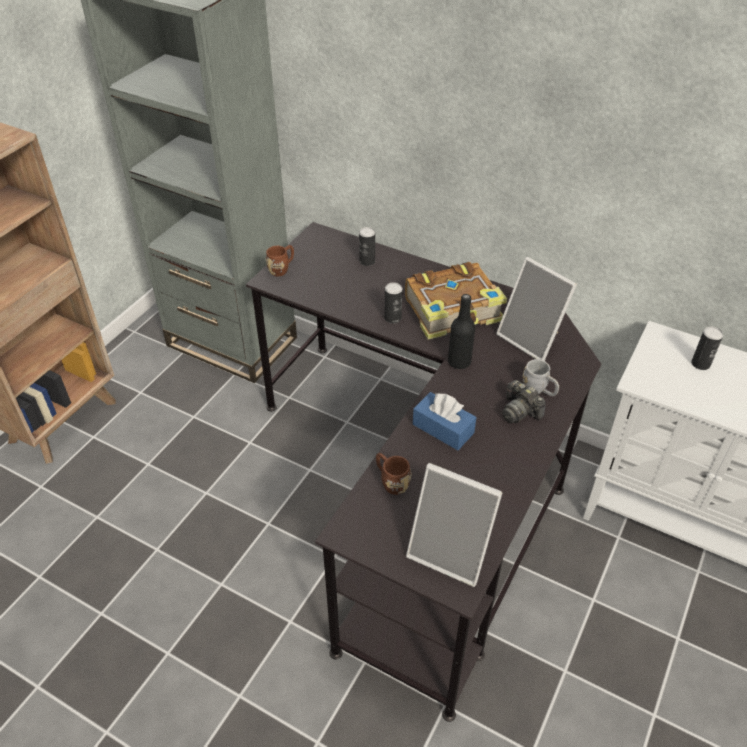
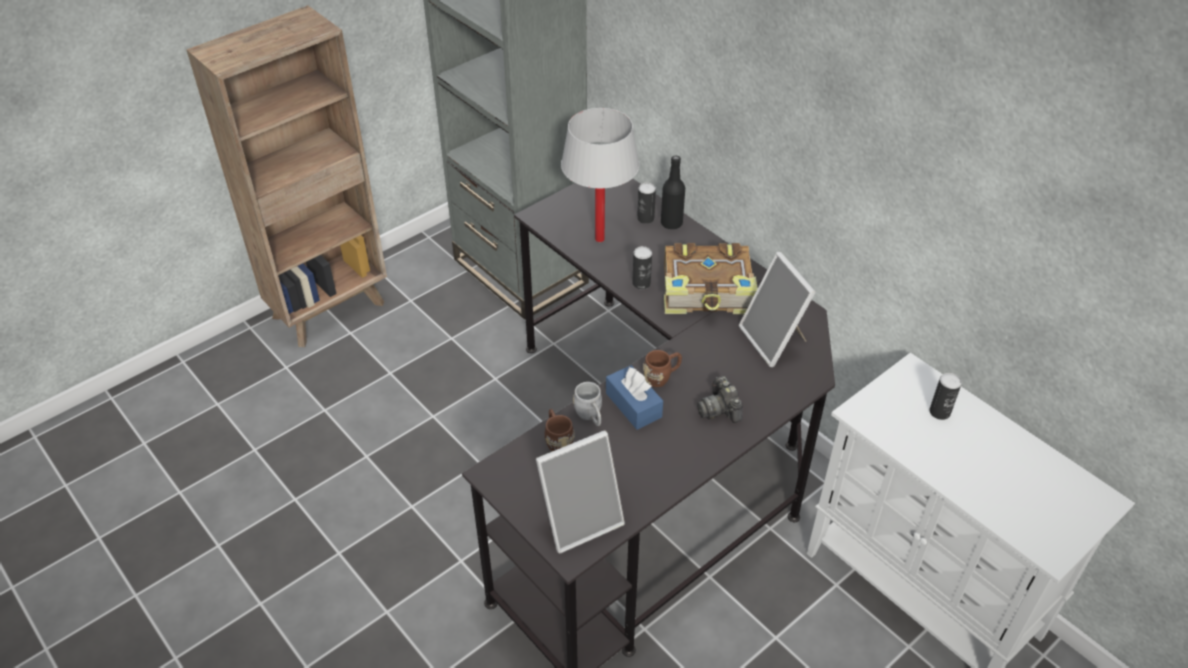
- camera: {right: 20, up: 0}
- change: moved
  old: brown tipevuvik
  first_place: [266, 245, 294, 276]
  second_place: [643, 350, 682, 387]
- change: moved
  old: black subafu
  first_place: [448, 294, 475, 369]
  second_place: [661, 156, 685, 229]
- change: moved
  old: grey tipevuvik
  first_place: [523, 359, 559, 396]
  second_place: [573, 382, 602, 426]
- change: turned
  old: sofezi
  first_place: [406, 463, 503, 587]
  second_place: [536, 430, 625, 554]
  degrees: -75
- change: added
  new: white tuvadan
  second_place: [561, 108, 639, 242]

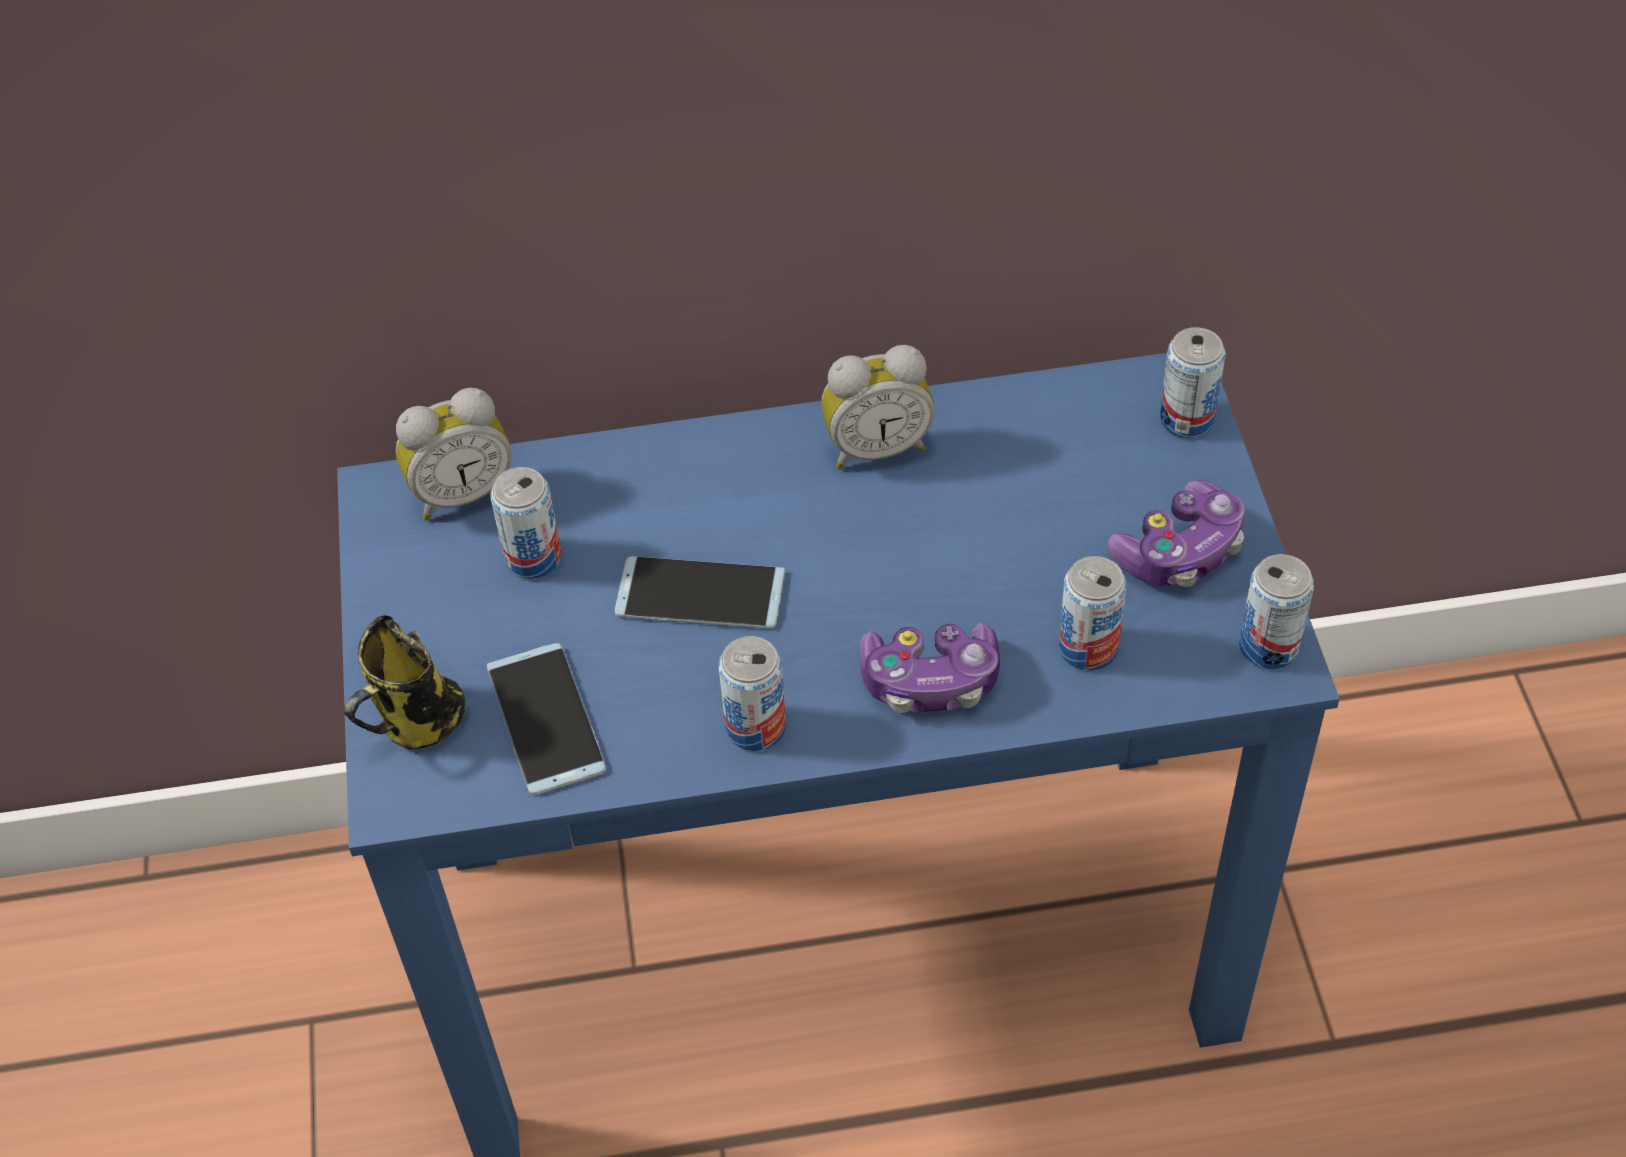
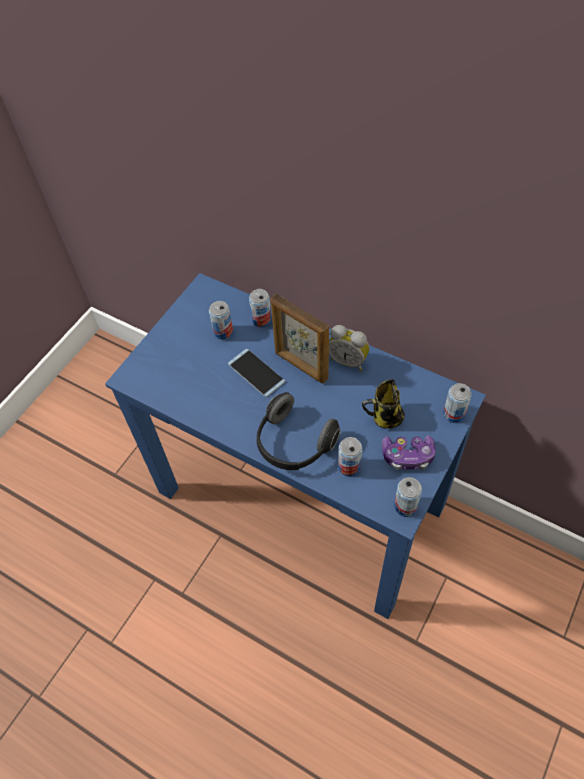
- camera: {right: 40, up: 5}
- change: removed
  old: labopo
  first_place: [396, 388, 512, 520]
- change: moved
  old: tipevuvik
  first_place: [344, 615, 465, 750]
  second_place: [362, 379, 405, 429]
- change: replaced
  old: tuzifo
  new: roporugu
  first_place: [859, 623, 1000, 713]
  second_place: [256, 392, 340, 470]
- change: moved
  old: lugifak
  first_place: [718, 636, 786, 751]
  second_place: [249, 289, 272, 328]
- change: removed
  old: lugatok
  first_place: [487, 643, 606, 795]
- change: added
  new: sofezi
  second_place: [271, 294, 329, 384]

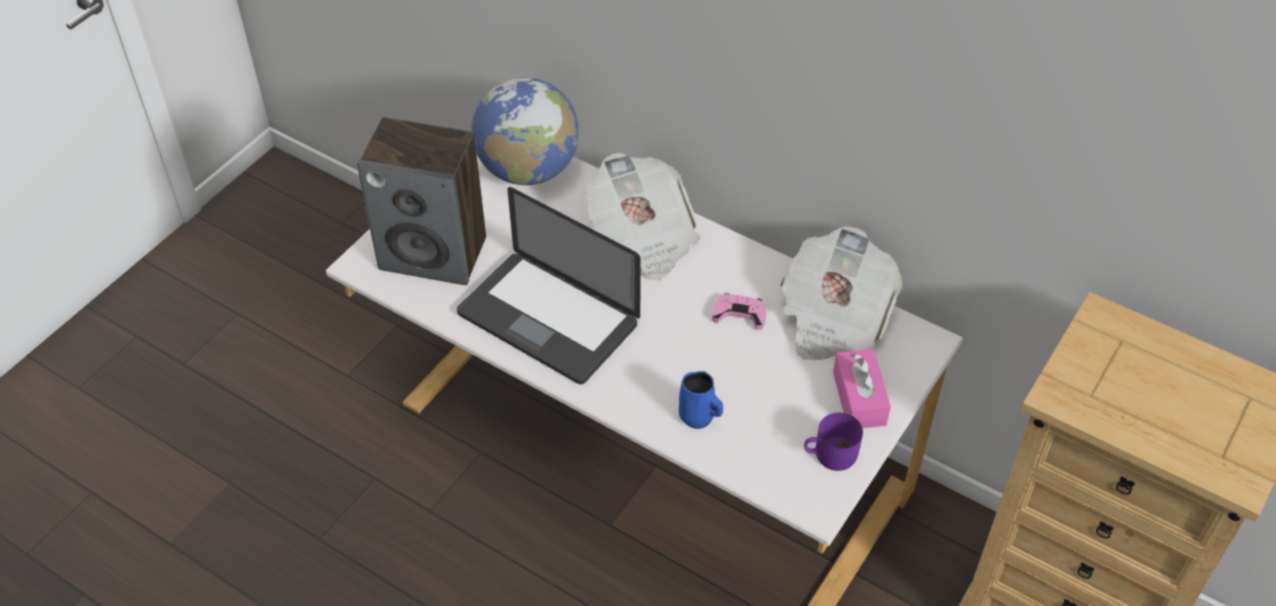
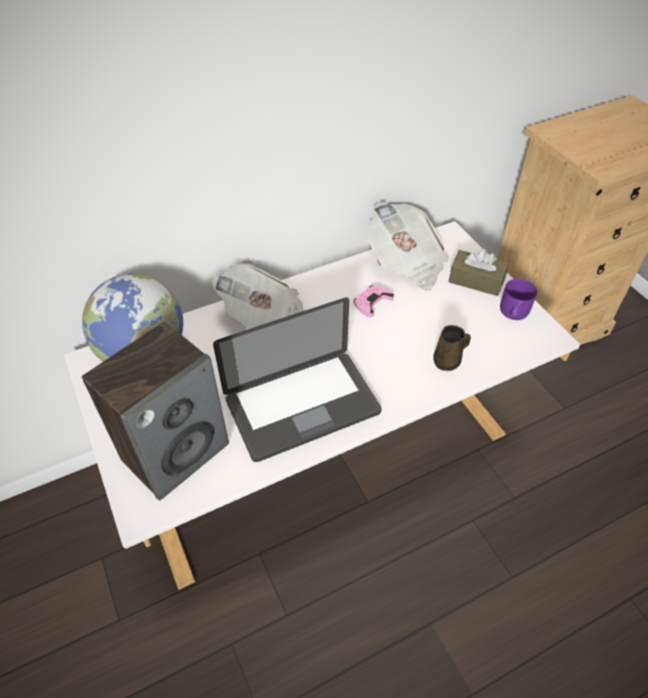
- camera: {right: -60, up: 0}
- change: recoloured
  old: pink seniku
  new: brown seniku
  first_place: [833, 349, 891, 428]
  second_place: [449, 249, 509, 296]
- change: recoloured
  old: blue tipevuvik
  new: brown tipevuvik
  first_place: [679, 371, 723, 429]
  second_place: [433, 325, 471, 371]

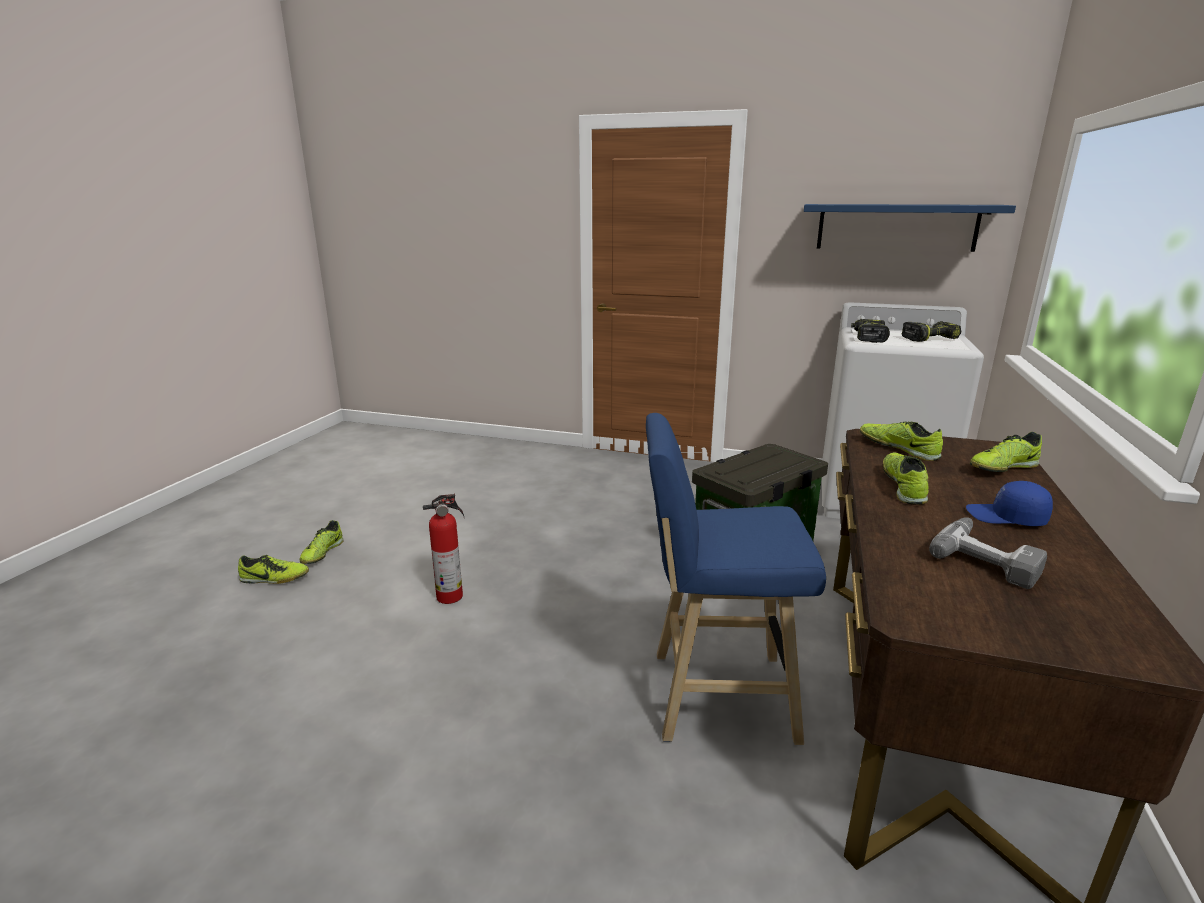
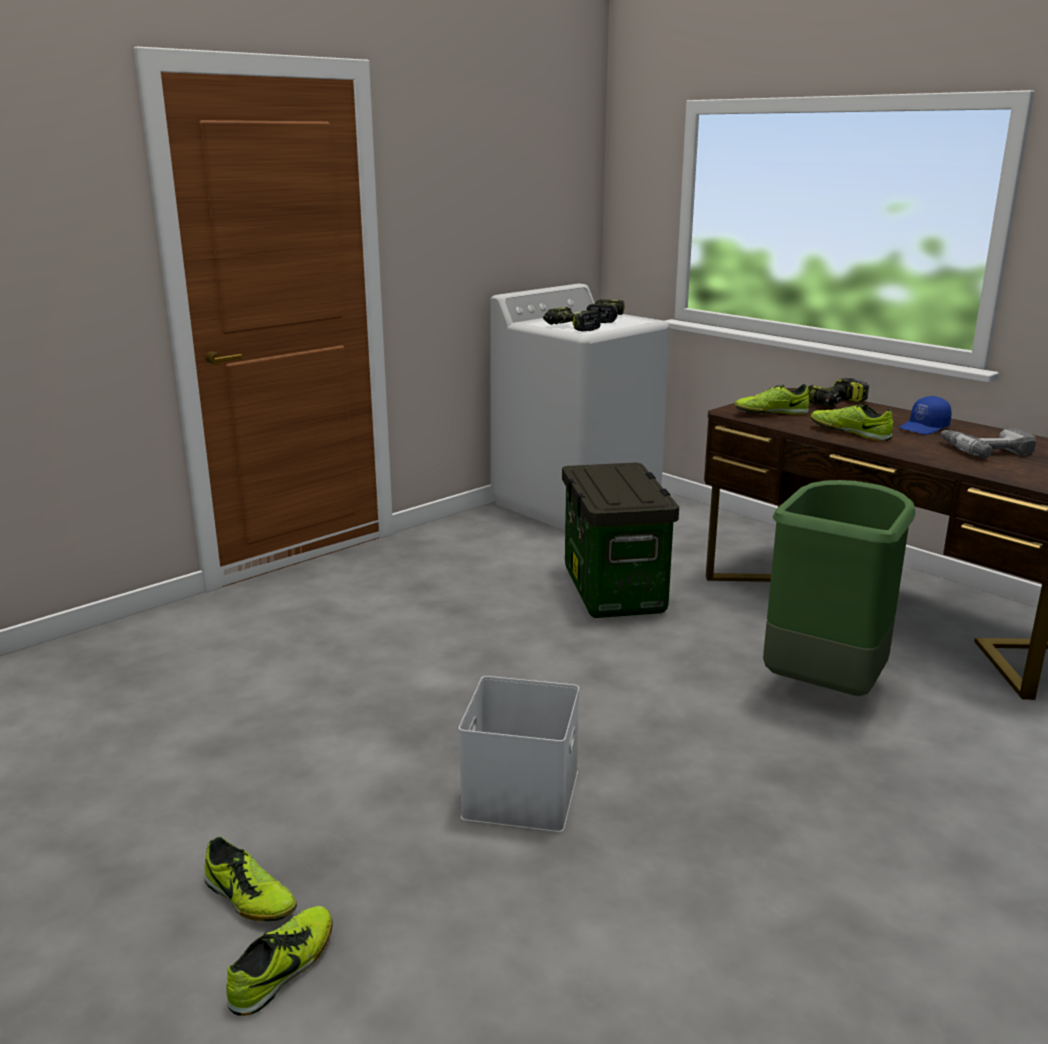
- camera: {right: -60, up: 0}
- change: removed
  old: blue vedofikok
  first_place: [804, 204, 1016, 252]
- change: replaced
  old: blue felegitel
  new: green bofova
  first_place: [646, 413, 826, 745]
  second_place: [763, 480, 915, 696]
- change: replaced
  old: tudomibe
  new: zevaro
  first_place: [970, 432, 1042, 472]
  second_place: [808, 378, 869, 407]
- change: replaced
  old: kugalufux
  new: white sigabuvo
  first_place: [423, 494, 464, 604]
  second_place: [459, 676, 579, 833]

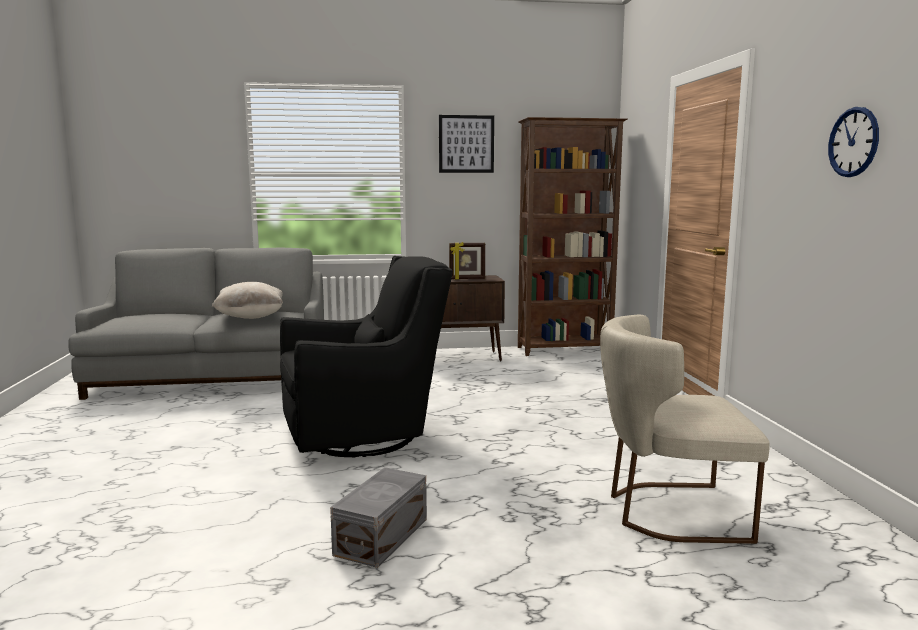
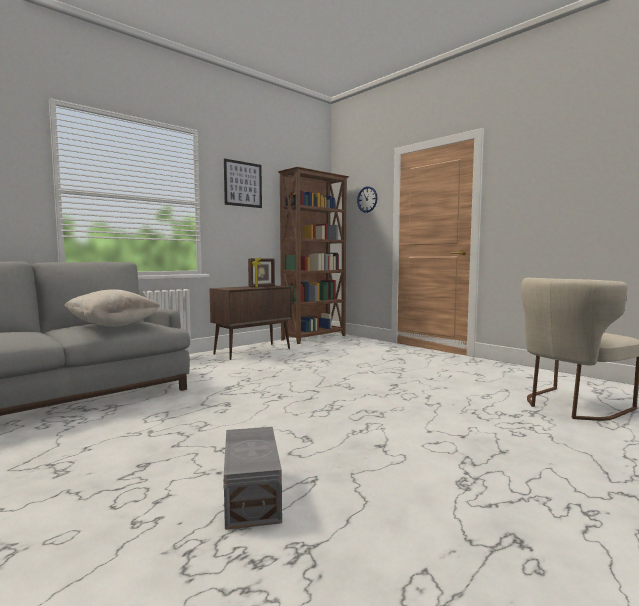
- camera: {right: -35, up: -5}
- change: moved
  old: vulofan
  first_place: [828, 107, 879, 177]
  second_place: [357, 186, 377, 213]
- change: removed
  old: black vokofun
  first_place: [280, 256, 453, 457]
- change: moved
  old: grey sigabuvo
  first_place: [330, 467, 427, 568]
  second_place: [223, 427, 282, 530]

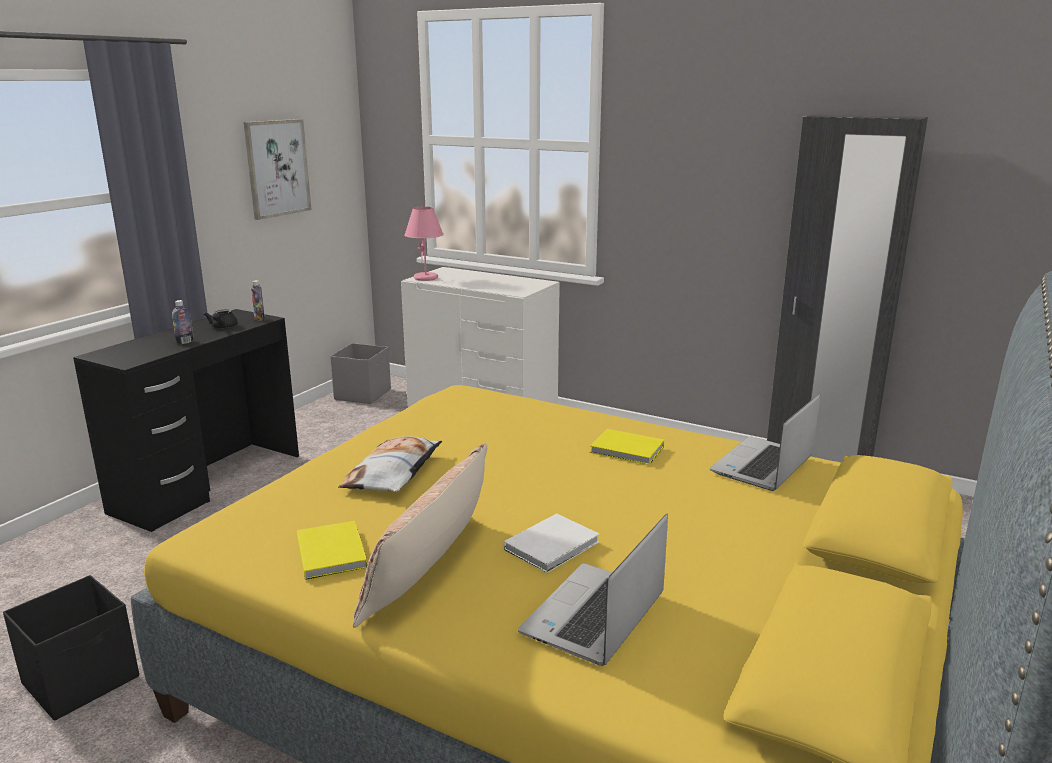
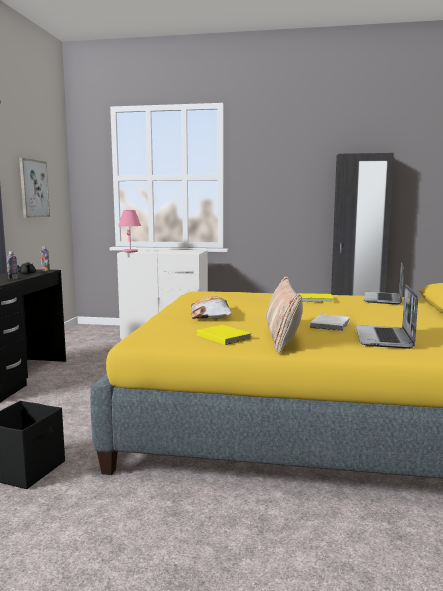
- camera: {right: -20, up: -10}
- change: removed
  old: grey sigabuvo
  first_place: [330, 343, 391, 404]

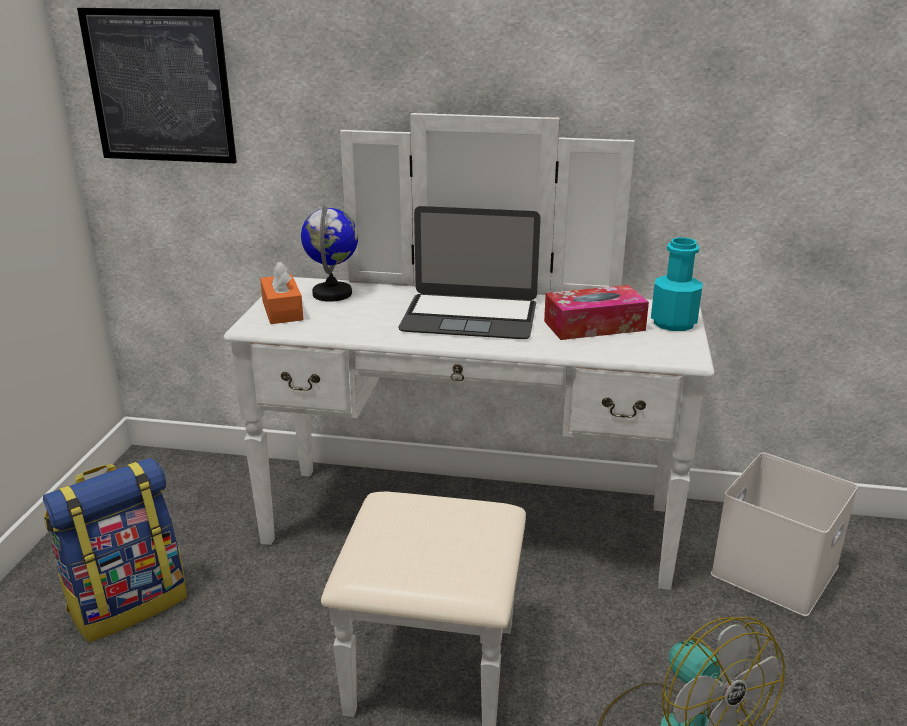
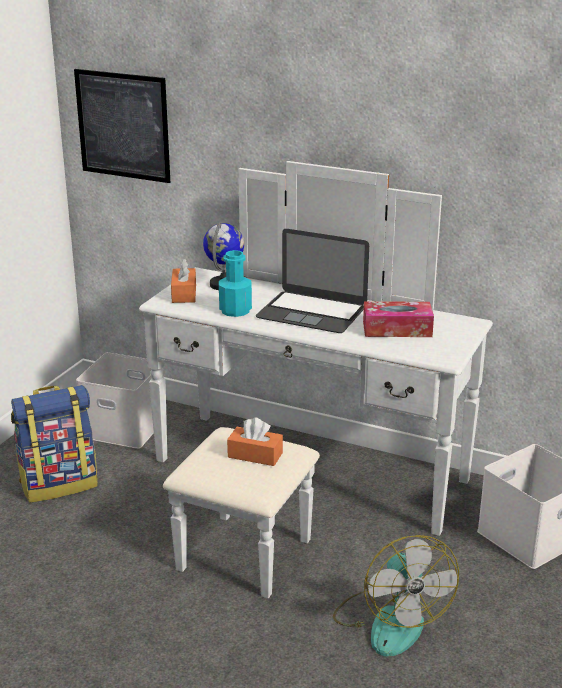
- camera: {right: 15, up: 0}
- change: moved
  old: turquoise subafu
  first_place: [651, 238, 703, 331]
  second_place: [219, 250, 252, 317]
- change: added
  new: white sigabuvo
  second_place: [76, 352, 164, 449]
- change: added
  new: orange seniku
  second_place: [227, 418, 283, 466]

